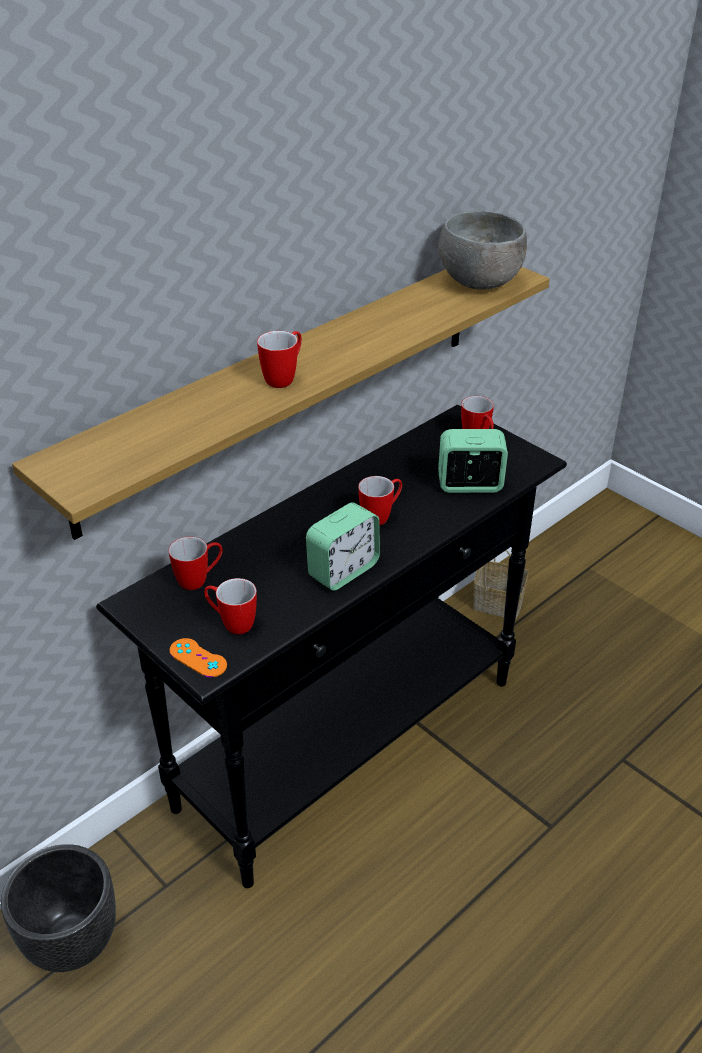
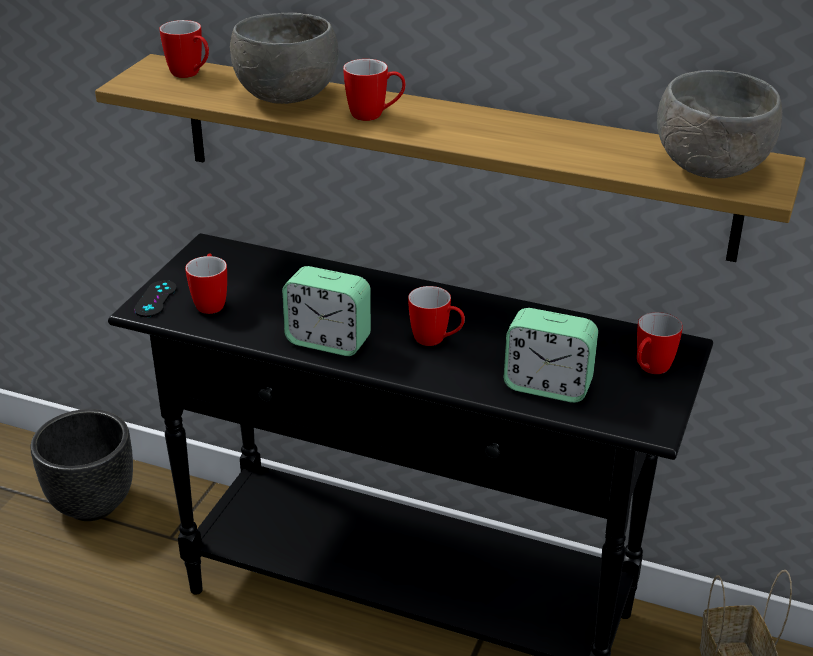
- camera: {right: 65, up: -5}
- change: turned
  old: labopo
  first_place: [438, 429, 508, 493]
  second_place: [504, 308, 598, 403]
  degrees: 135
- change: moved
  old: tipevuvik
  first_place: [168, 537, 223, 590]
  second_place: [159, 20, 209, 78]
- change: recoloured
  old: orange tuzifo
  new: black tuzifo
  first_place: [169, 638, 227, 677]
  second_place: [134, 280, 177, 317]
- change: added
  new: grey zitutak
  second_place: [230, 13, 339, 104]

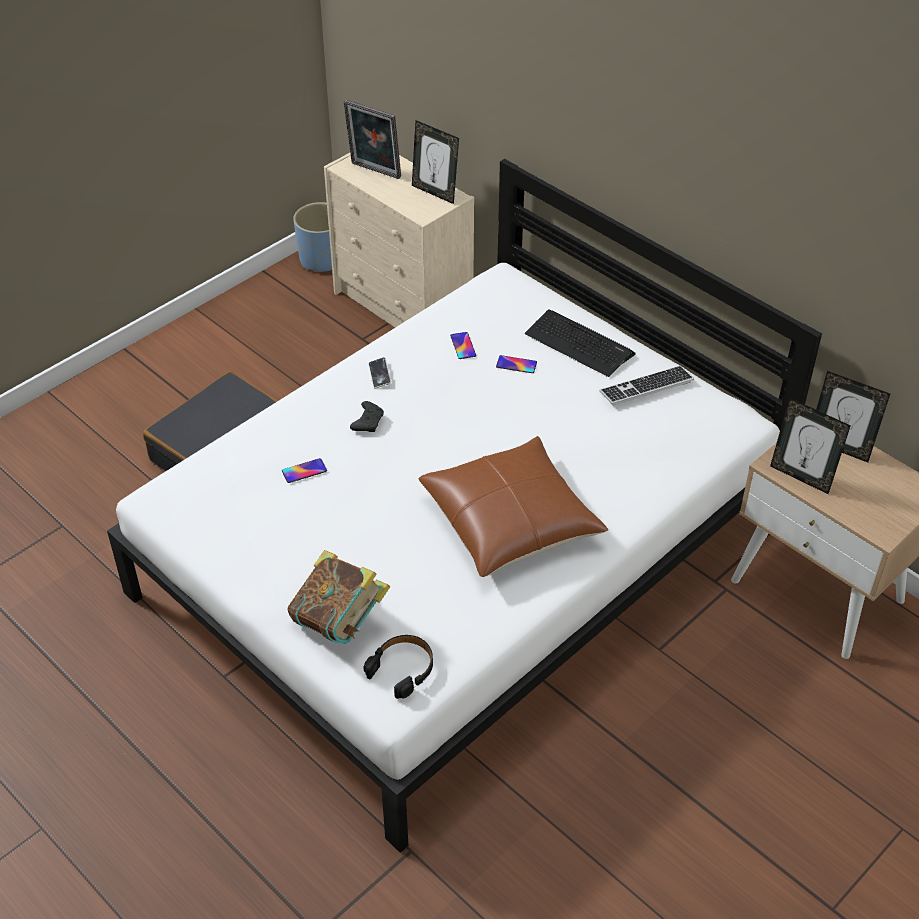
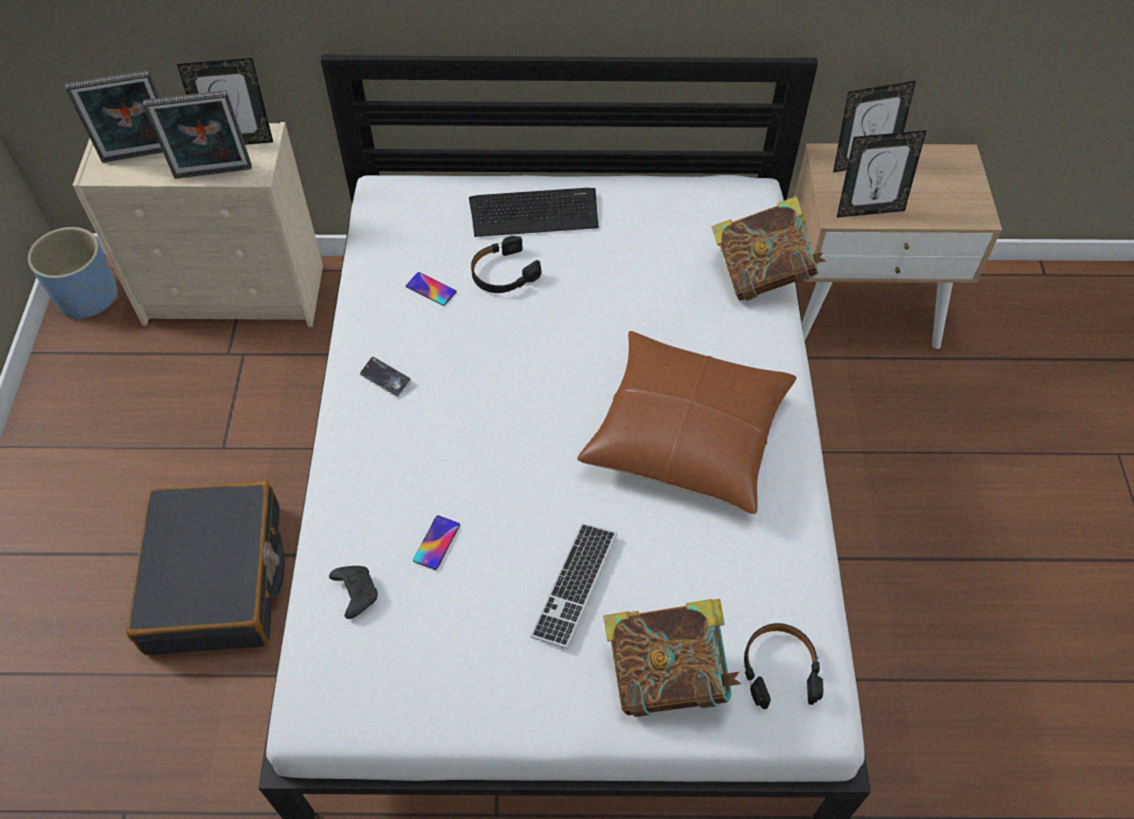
- camera: {right: -45, up: 10}
- change: replaced
  old: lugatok
  new: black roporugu
  first_place: [496, 355, 537, 373]
  second_place: [471, 236, 541, 293]
- change: moved
  old: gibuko
  first_place: [599, 366, 694, 406]
  second_place: [530, 523, 617, 649]
- change: moved
  old: black tuzifo
  first_place: [350, 401, 384, 432]
  second_place: [329, 566, 378, 619]
- change: added
  new: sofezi
  second_place: [143, 90, 252, 179]
- change: added
  new: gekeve
  second_place: [712, 196, 826, 301]

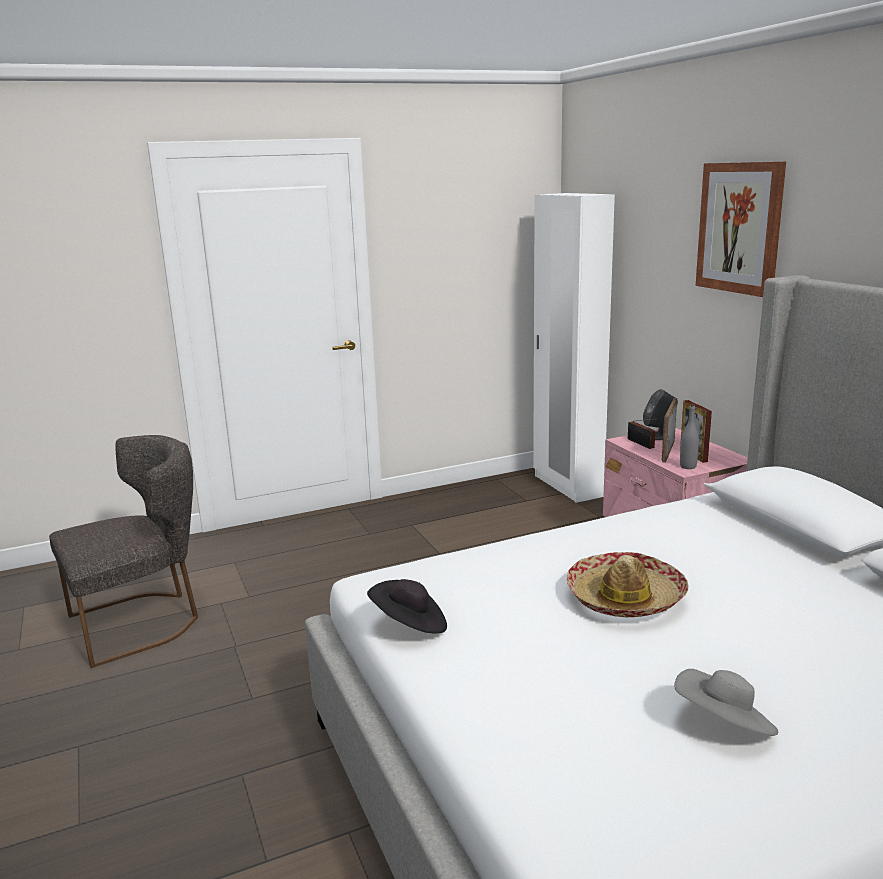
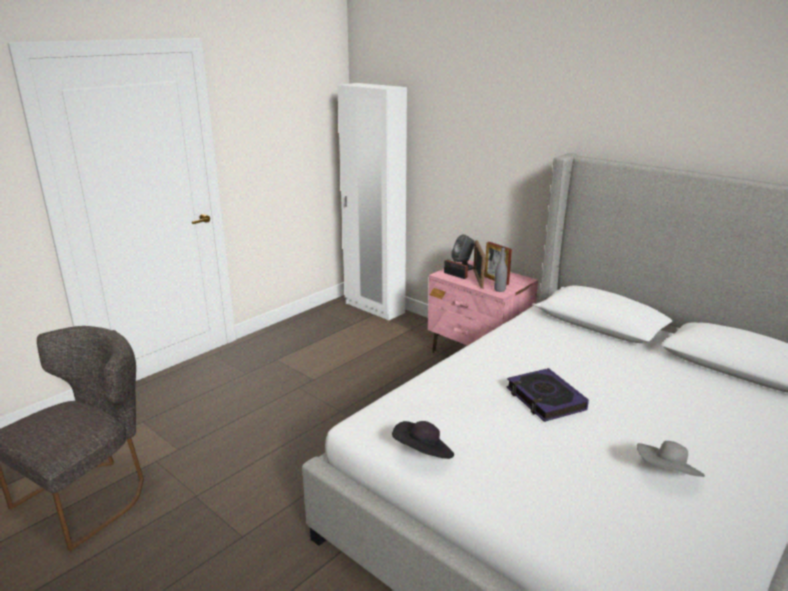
- camera: {right: -25, up: 5}
- change: removed
  old: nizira
  first_place: [696, 161, 786, 297]
- change: replaced
  old: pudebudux
  new: gekeve
  first_place: [567, 552, 688, 617]
  second_place: [507, 368, 589, 422]

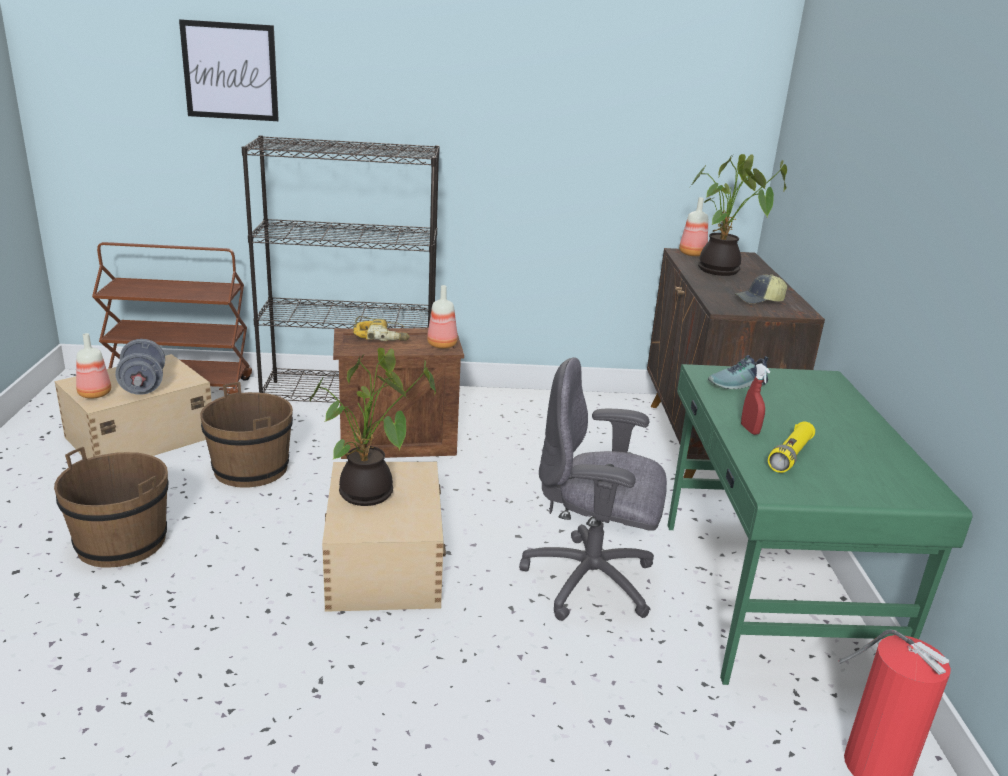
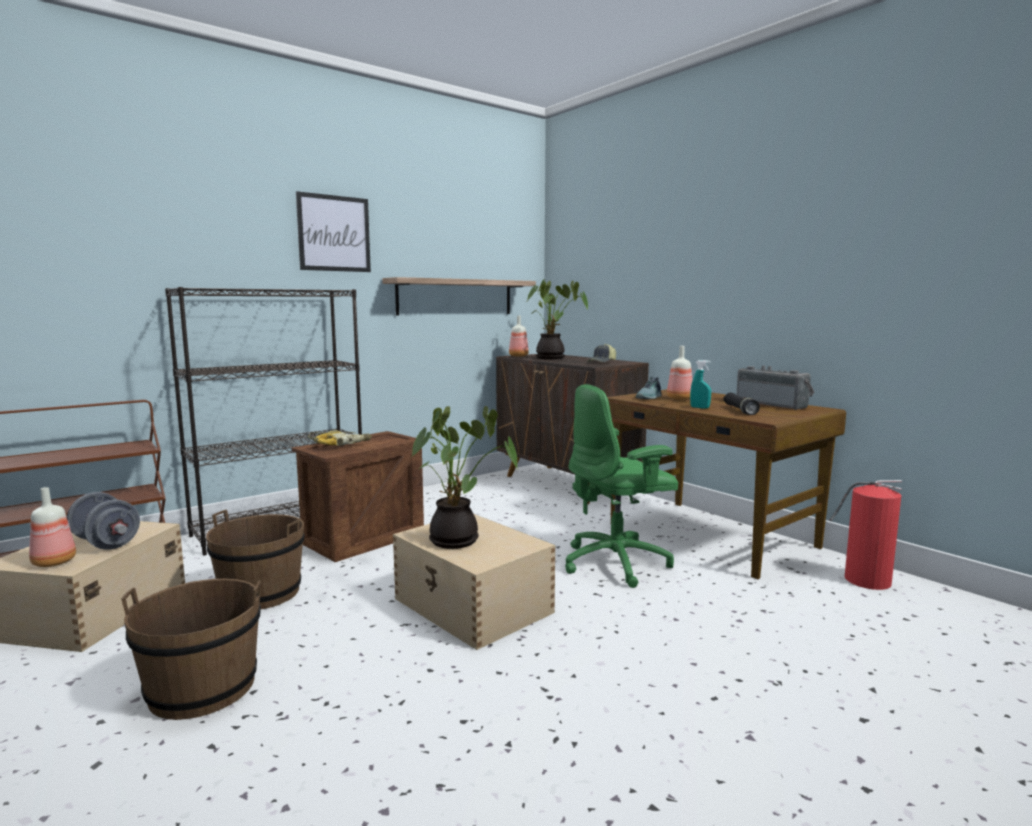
- camera: {right: -35, up: -15}
- change: moved
  old: nizira
  first_place: [179, 19, 279, 121]
  second_place: [296, 191, 371, 272]
- change: moved
  old: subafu
  first_place: [427, 285, 458, 349]
  second_place: [667, 346, 693, 400]
- change: recoloured
  old: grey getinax
  new: green getinax
  first_place: [519, 357, 667, 621]
  second_place: [565, 384, 678, 588]
- change: recoloured
  old: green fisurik
  new: brown fisurik
  first_place: [668, 364, 972, 685]
  second_place: [607, 389, 846, 579]
- change: recoloured
  old: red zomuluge
  new: turquoise zomuluge
  first_place: [741, 364, 770, 435]
  second_place: [690, 360, 711, 409]
- change: recoloured
  old: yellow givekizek
  new: black givekizek
  first_place: [768, 422, 815, 473]
  second_place: [723, 393, 760, 415]
- change: added
  new: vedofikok
  second_place: [382, 277, 536, 316]
- change: added
  new: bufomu
  second_place: [736, 366, 814, 410]

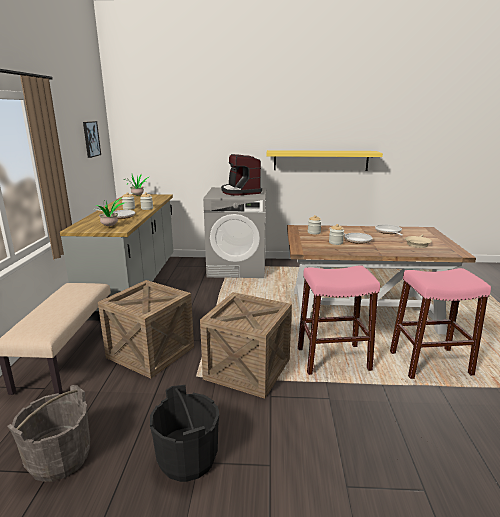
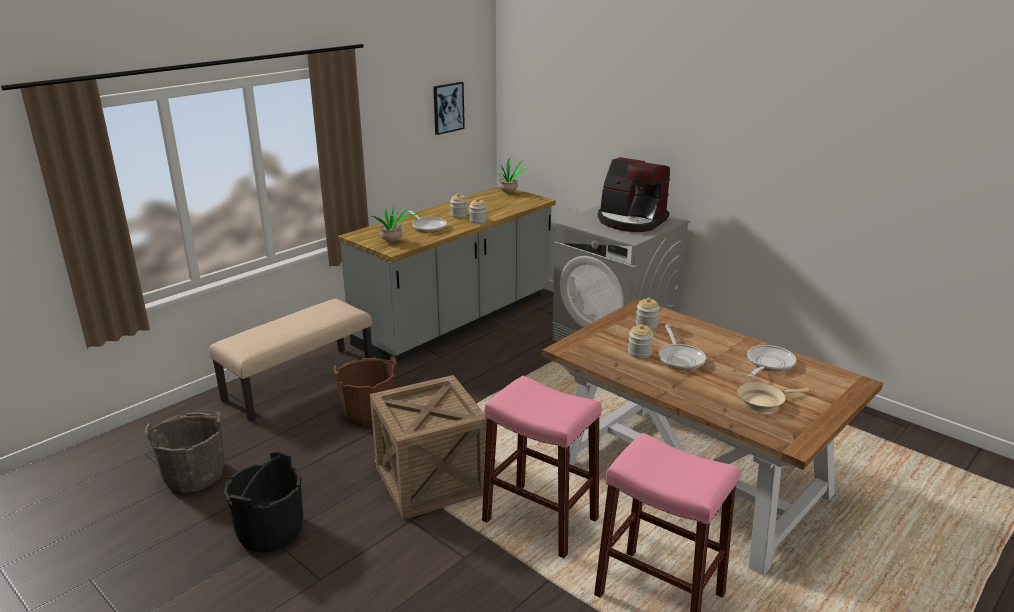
- camera: {right: 40, up: 5}
- change: removed
  old: yellow vedofikok
  first_place: [267, 150, 383, 171]
- change: turned
  old: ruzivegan
  first_place: [221, 154, 262, 195]
  second_place: [598, 157, 670, 232]
  degrees: -75
- change: replaced
  old: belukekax
  new: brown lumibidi
  first_place: [98, 280, 194, 378]
  second_place: [334, 356, 397, 427]

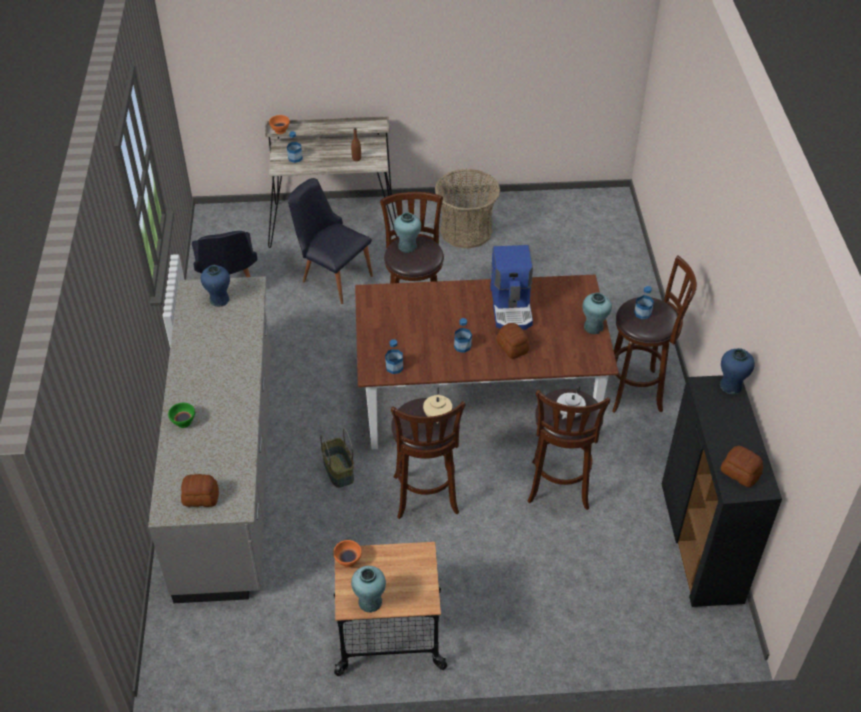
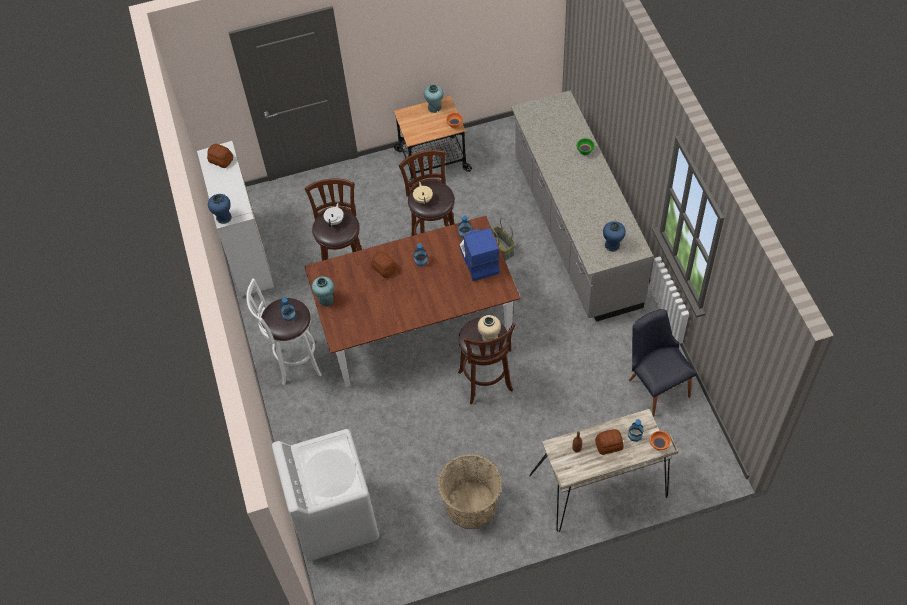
- camera: {right: 170, up: 10}
- change: removed
  old: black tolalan
  first_place: [288, 178, 373, 304]
- change: recoloured
  old: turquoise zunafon
  new: beige zunafon
  first_place: [394, 212, 421, 253]
  second_place: [478, 315, 501, 341]
- change: moved
  old: ruzivegan
  first_place: [490, 245, 533, 330]
  second_place: [459, 228, 500, 281]
- change: recoloured
  old: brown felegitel
  new: white felegitel
  first_place: [612, 255, 697, 413]
  second_place: [246, 278, 322, 385]
- change: recoloured
  old: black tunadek
  new: white tunadek
  first_place: [662, 375, 782, 607]
  second_place: [197, 141, 274, 297]
- change: moved
  old: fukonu
  first_place: [181, 474, 219, 507]
  second_place: [595, 429, 624, 455]
- change: added
  new: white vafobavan
  second_place: [272, 429, 379, 561]

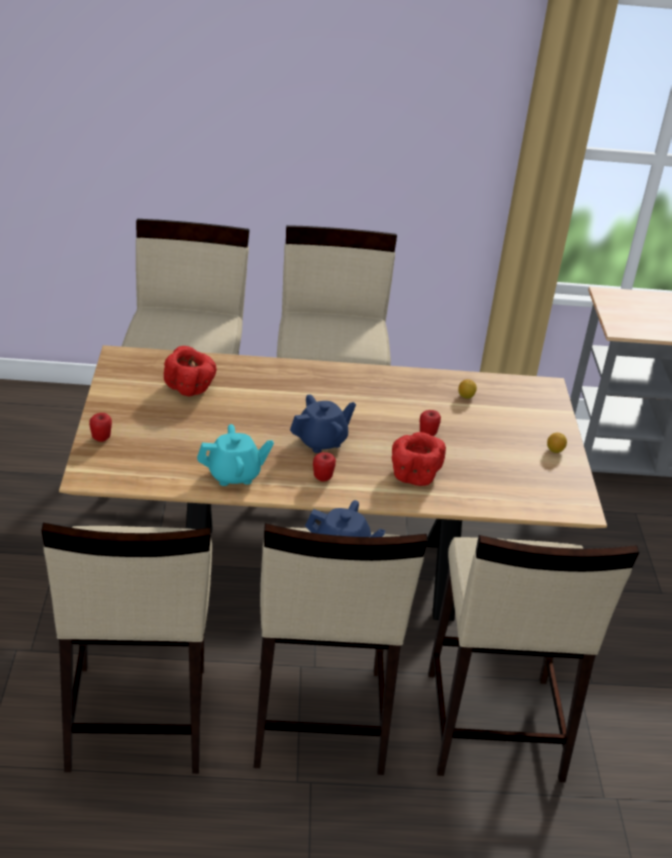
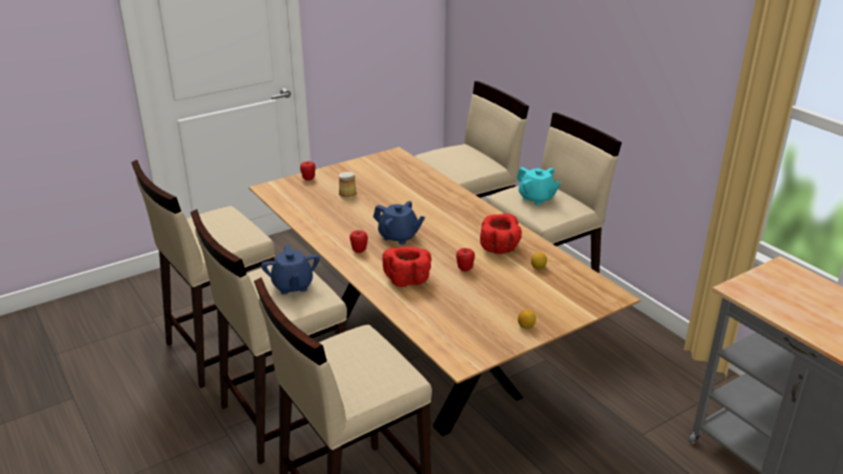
- camera: {right: 60, up: -5}
- change: moved
  old: red zitutak
  first_place: [164, 346, 217, 396]
  second_place: [480, 213, 522, 254]
- change: moved
  old: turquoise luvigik
  first_place: [197, 424, 274, 486]
  second_place: [517, 167, 561, 205]
- change: added
  new: tipevuvik
  second_place: [338, 172, 357, 199]

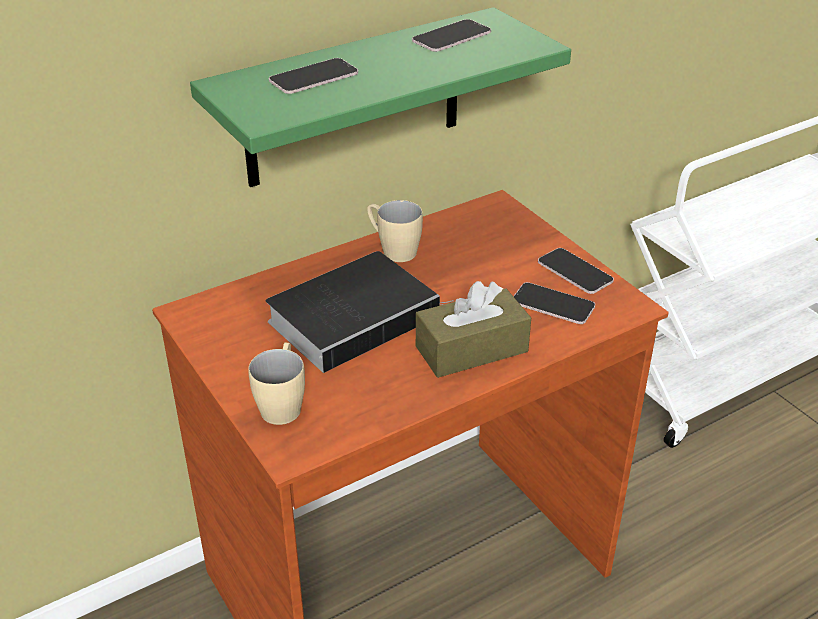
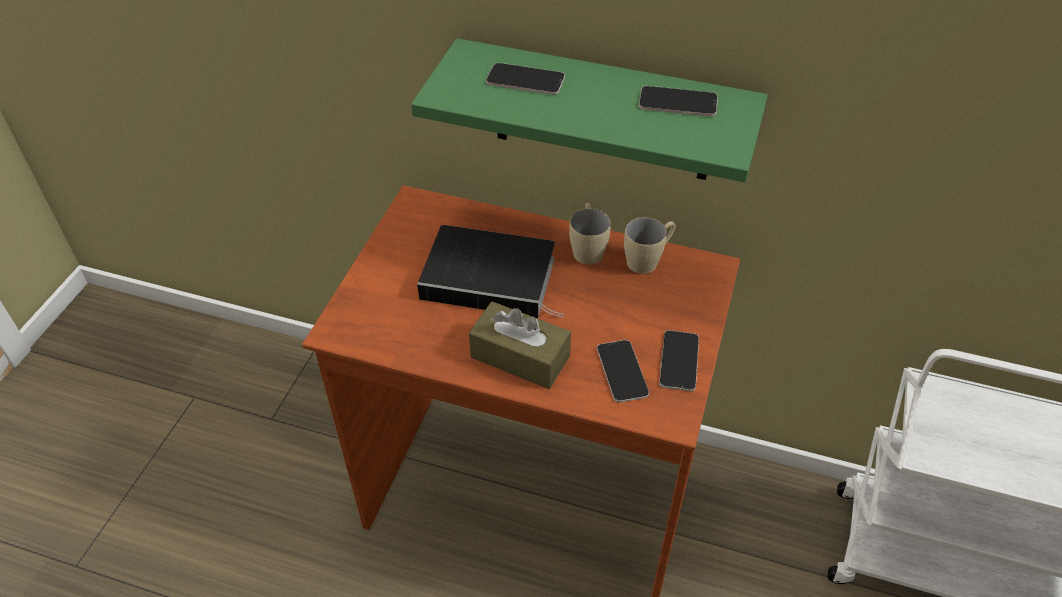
- camera: {right: 50, up: 10}
- change: moved
  old: beige tipevuvik
  first_place: [248, 343, 305, 425]
  second_place: [624, 217, 676, 274]

